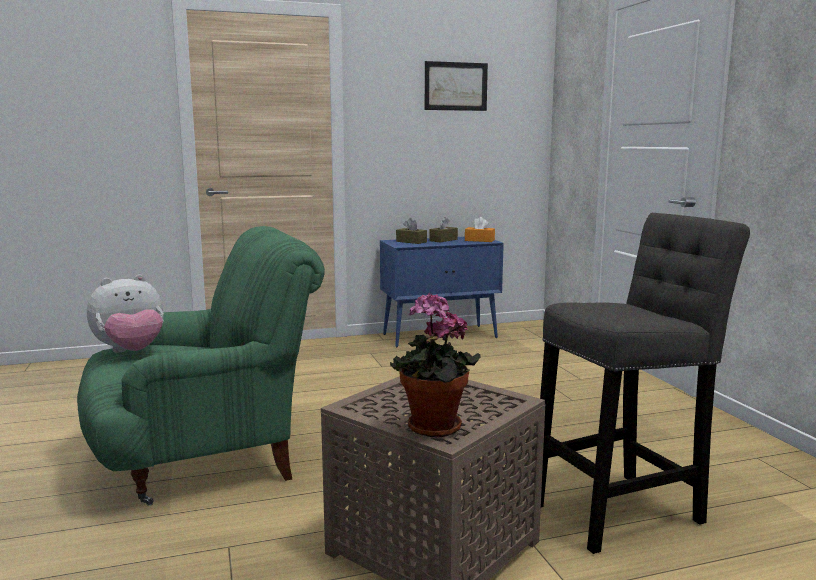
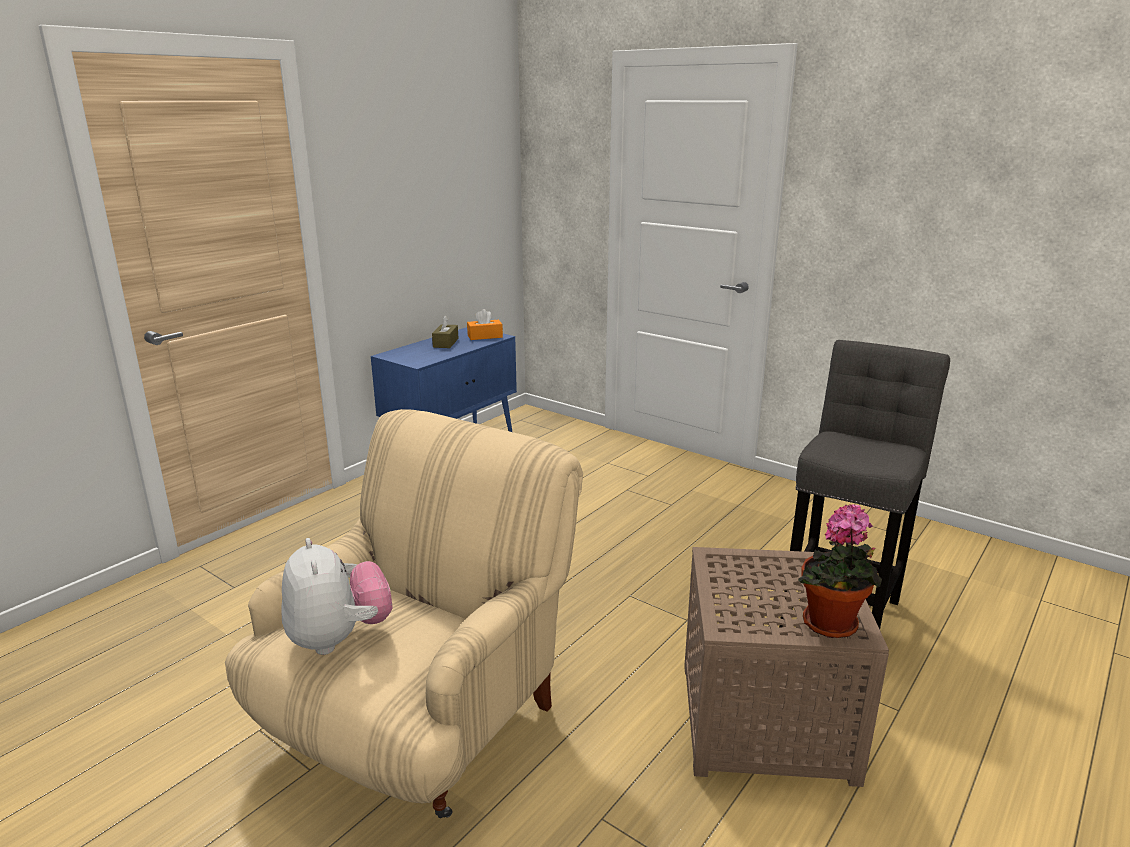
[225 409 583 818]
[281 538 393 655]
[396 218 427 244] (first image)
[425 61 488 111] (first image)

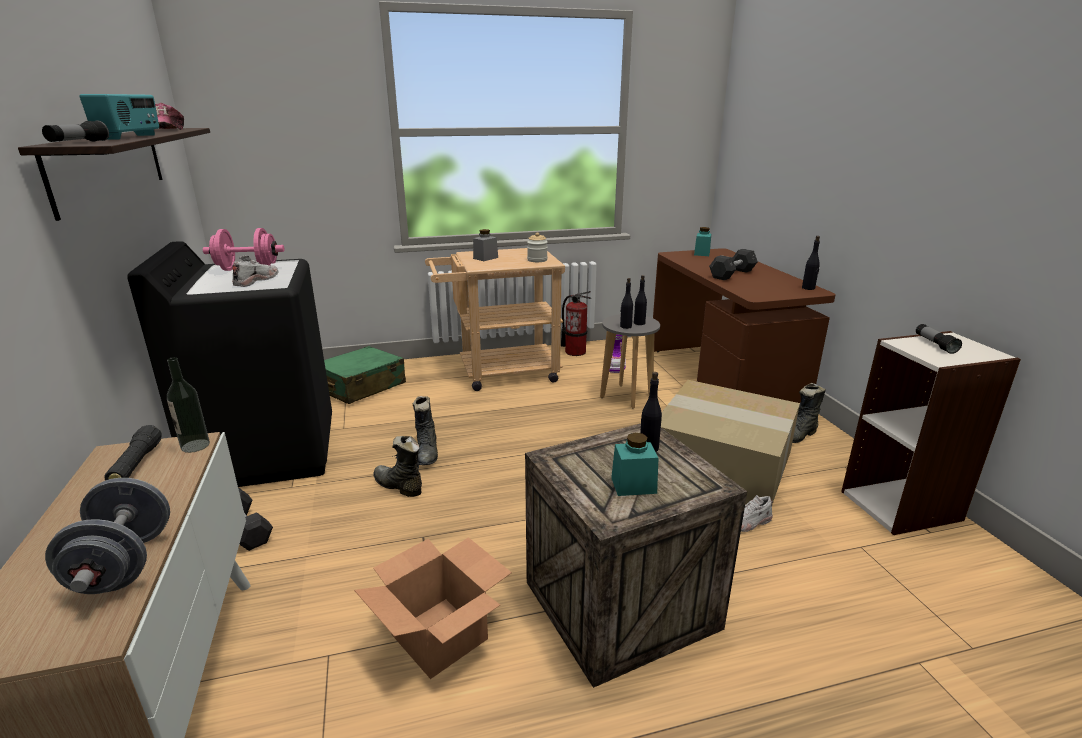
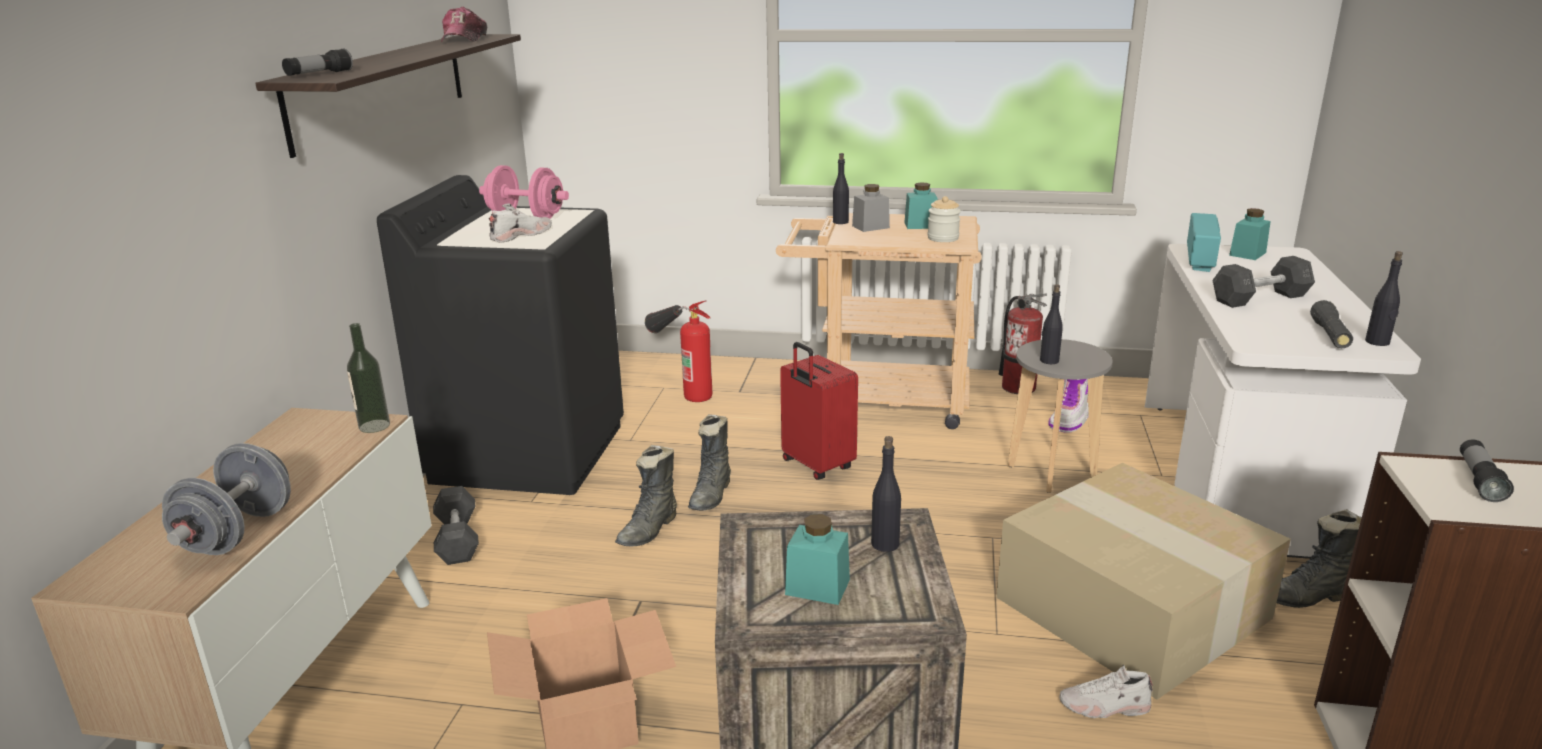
[615 445 677 547]
[645 300 712 402]
[780 342 858 480]
[833 153 849 224]
[904 182 937 229]
[1145 244 1421 559]
[1187 213 1221 272]
[1310 300 1353 348]

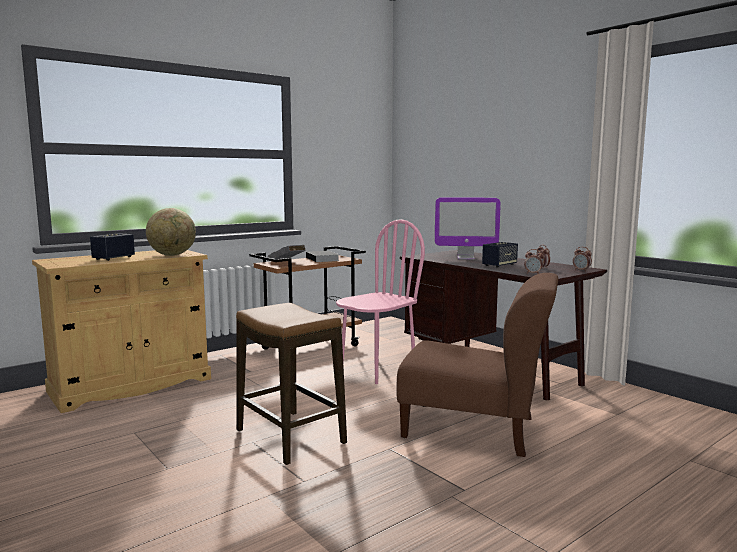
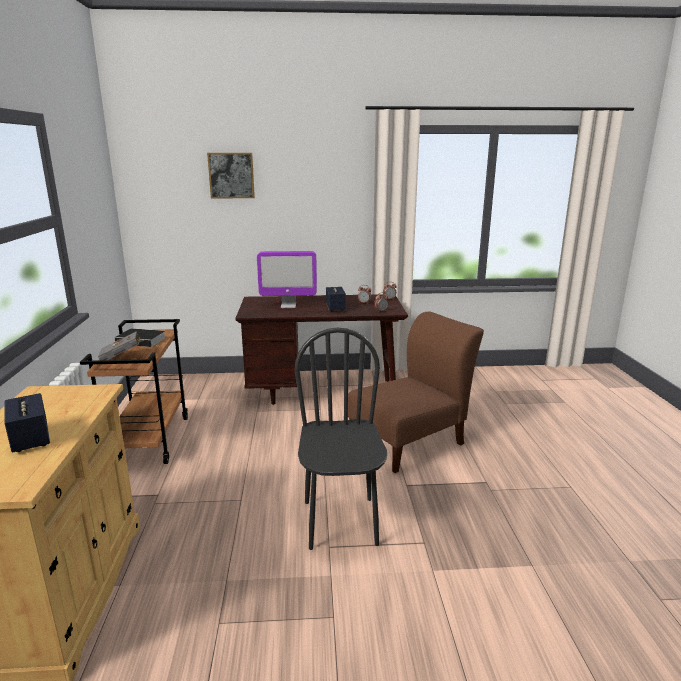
[207 153 255 198]
[257 251 317 308]
[295 328 387 550]
[146 208 196 256] (first image)
[336 219 425 384] (first image)

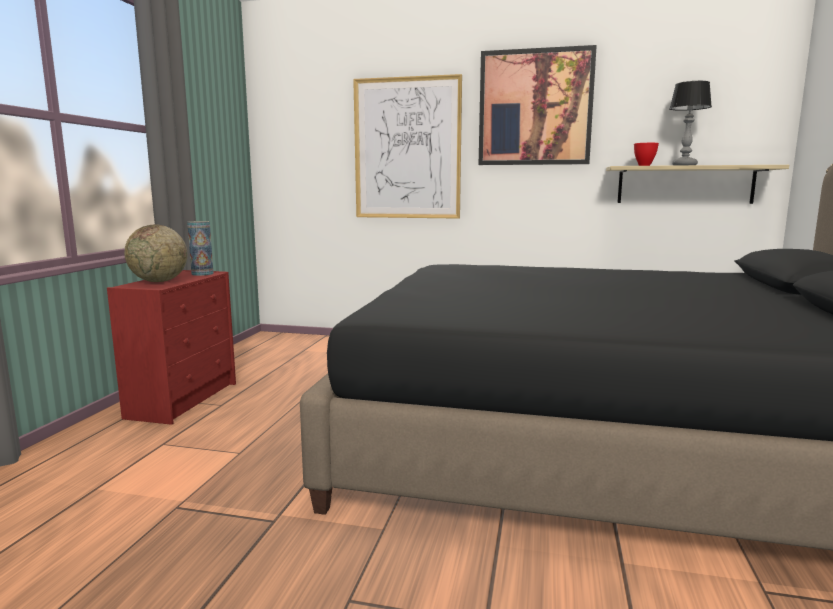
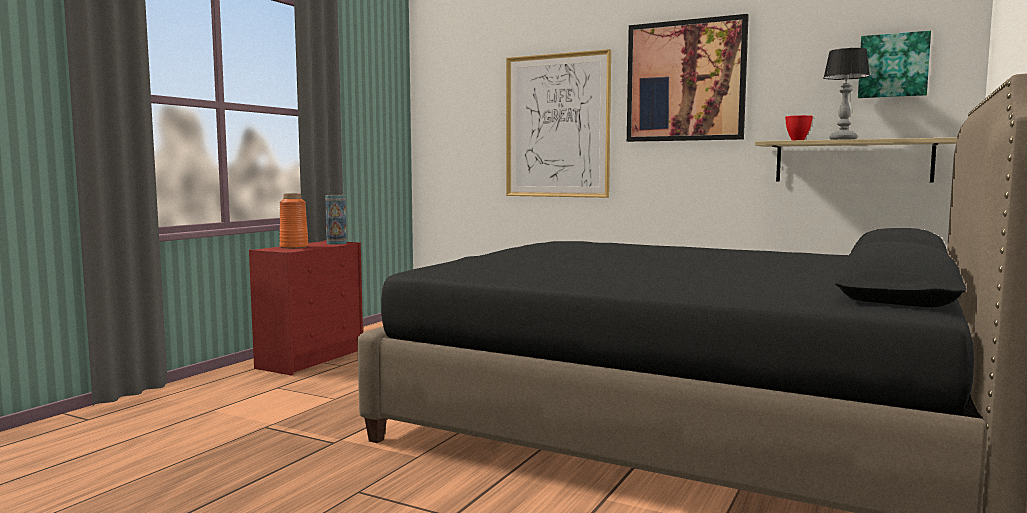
[280 193 309 249]
[858 31 931 98]

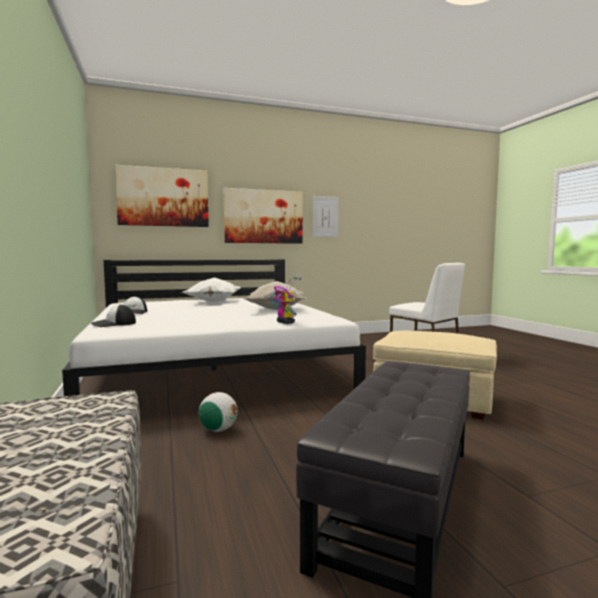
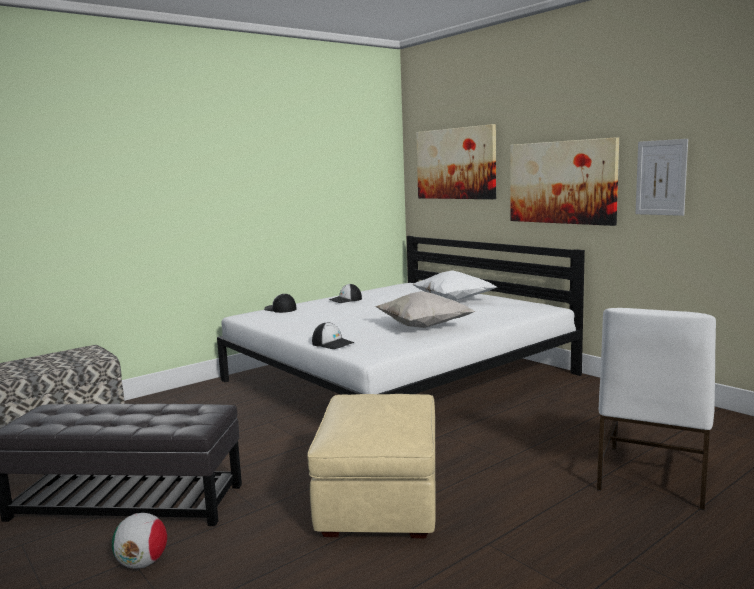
[112 513 167 569]
[312 322 354 349]

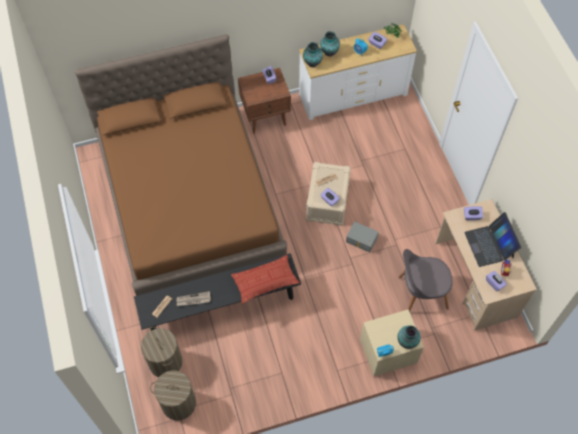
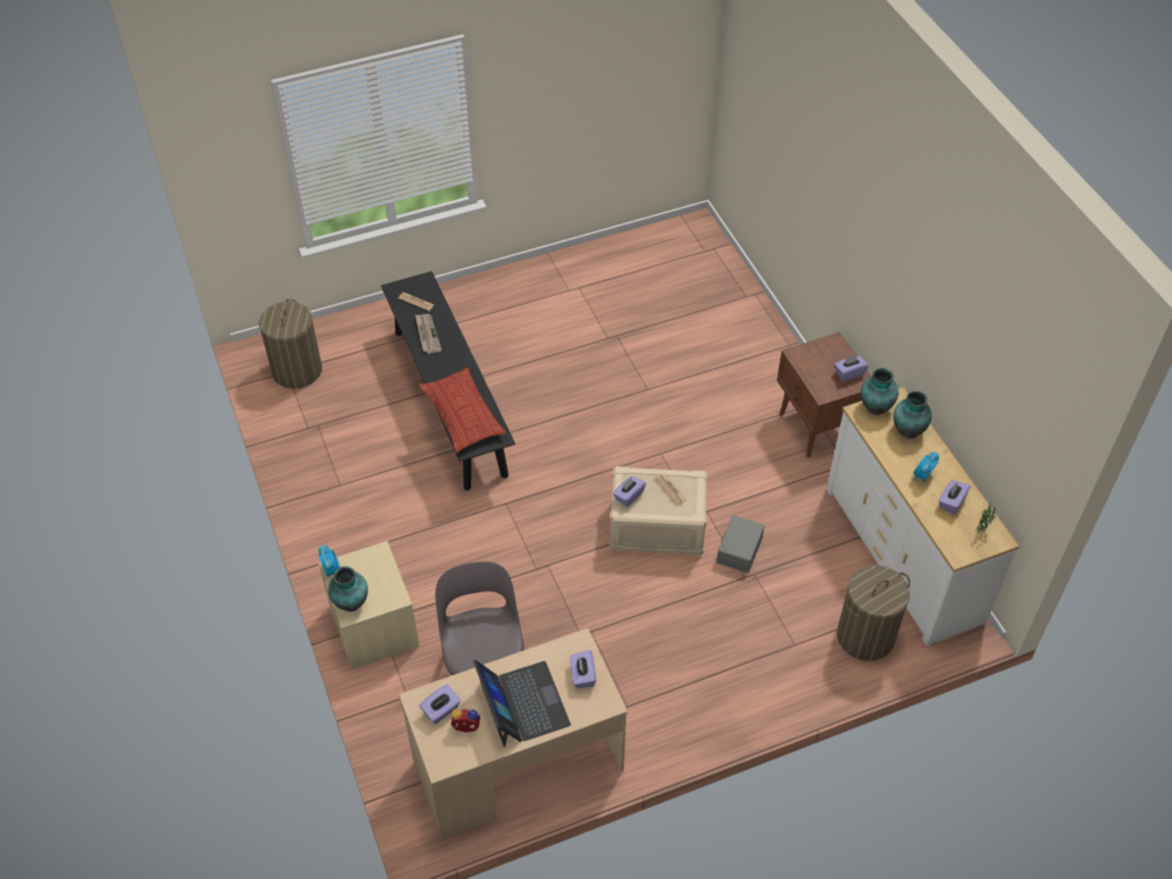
[473 659 571 747]
[716 515 764 573]
[837 565 910 661]
[75 34 287 296] (first image)

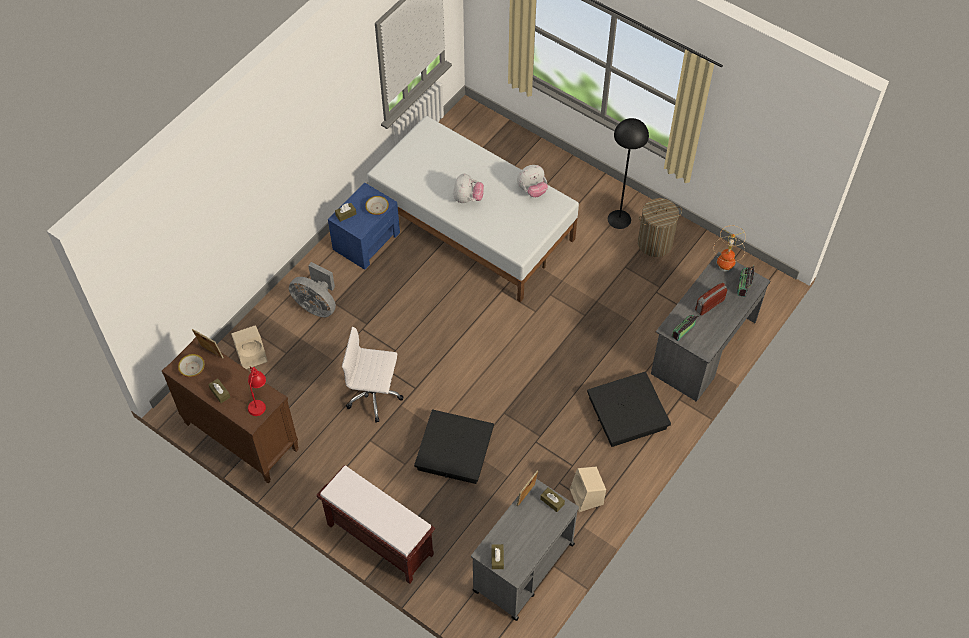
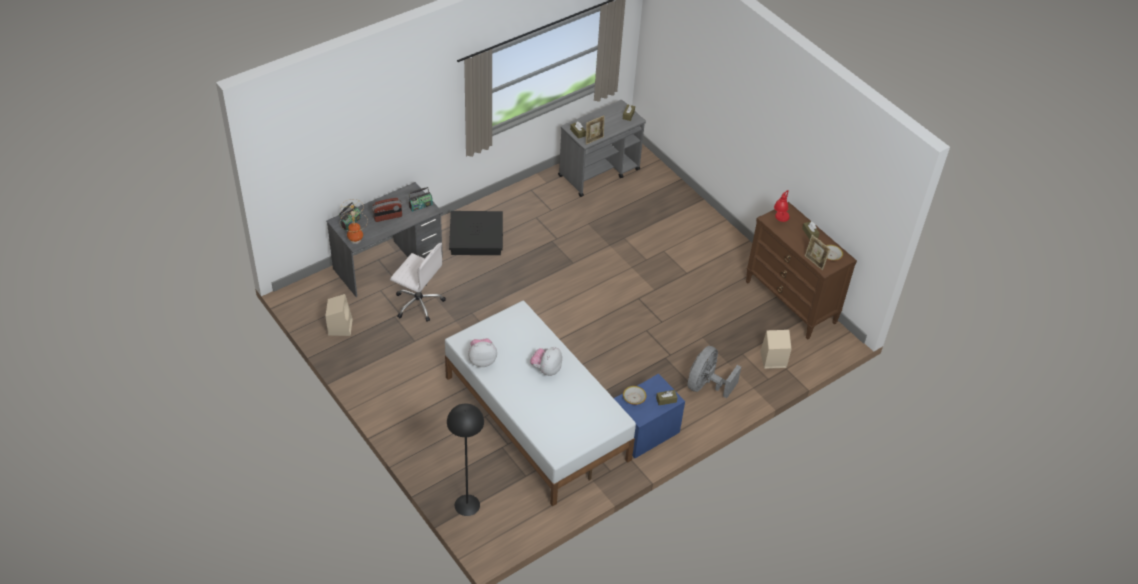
[326 294 353 336]
[390 243 446 322]
[447 403 484 516]
[687 346 741 398]
[317 465 435 584] (first image)
[414 409 494 484] (first image)
[638 198 682 257] (first image)

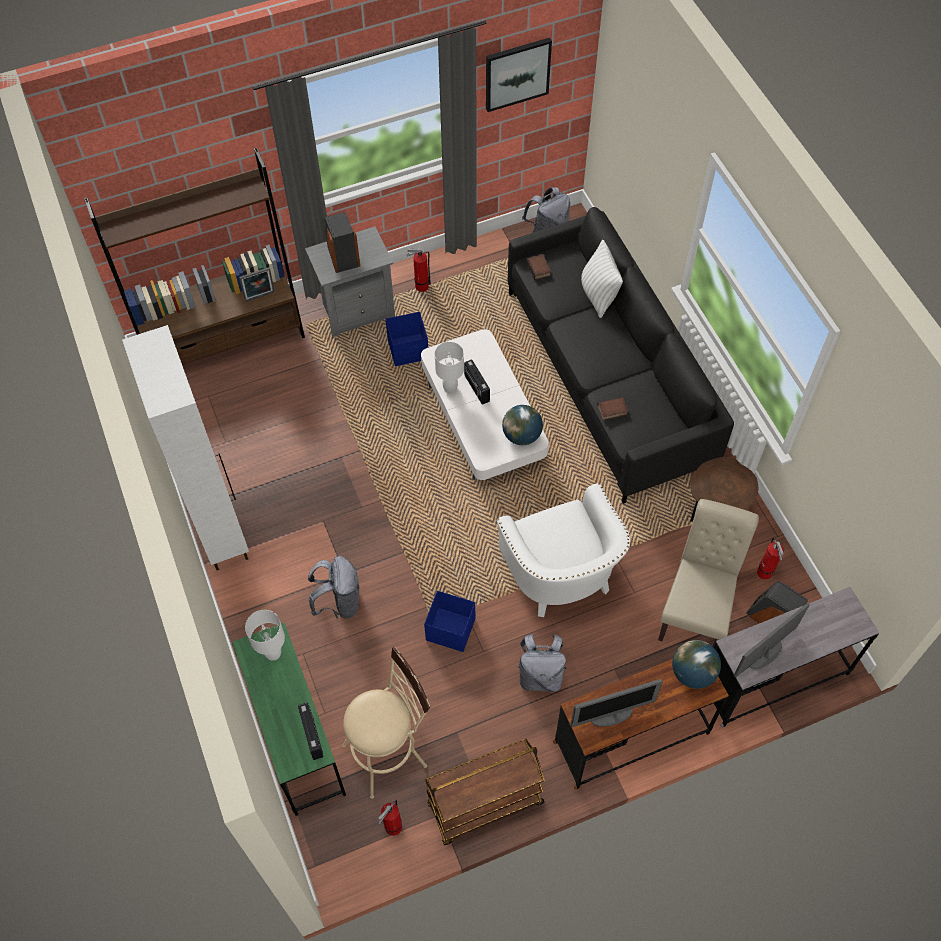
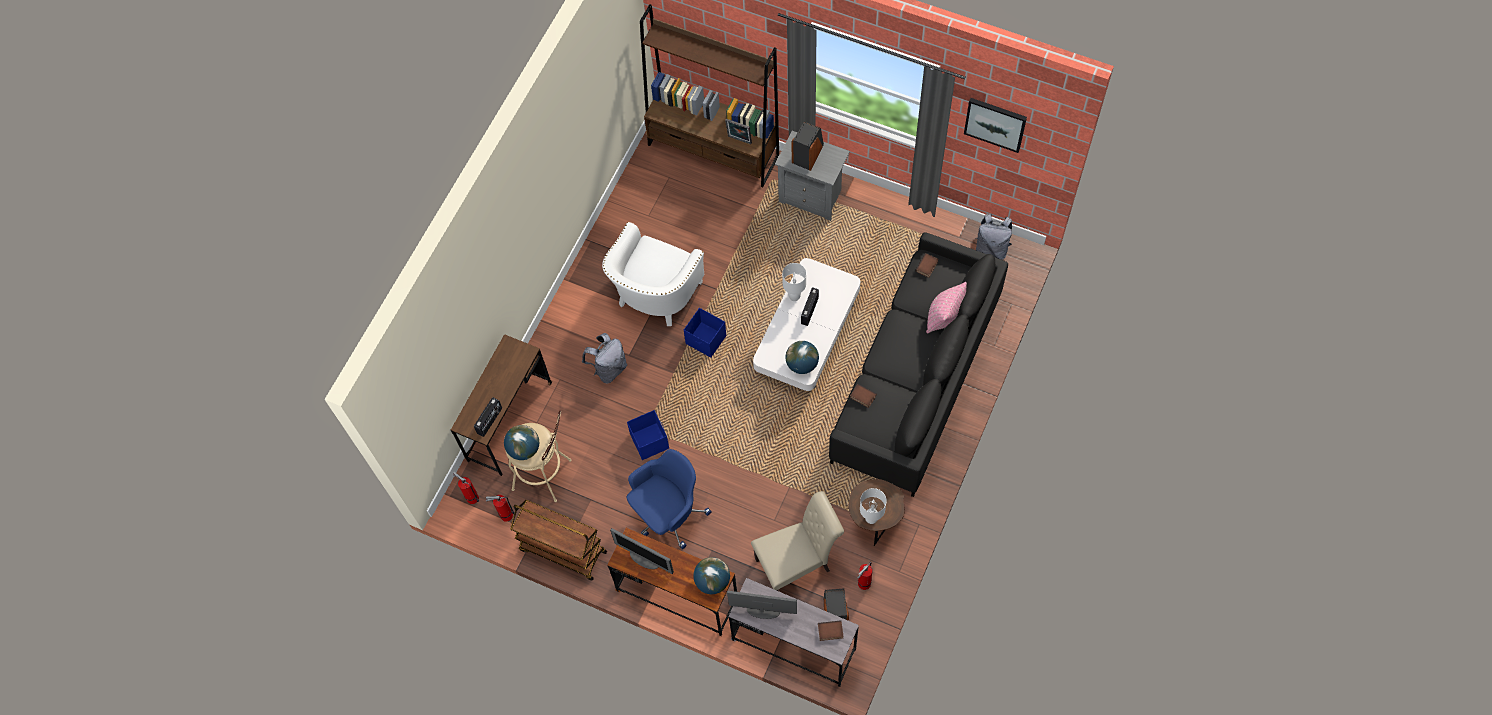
[451 334 552 476]
[453 472 479 504]
[504 425 539 460]
[602 222 704 326]
[627 449 712 549]
[684 308 726 358]
[818 620 844 641]
[860 488 887 524]
[926 282 967 333]
[122 325 249 570] (first image)

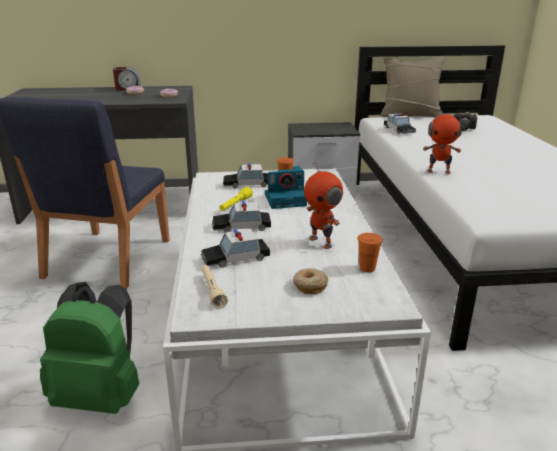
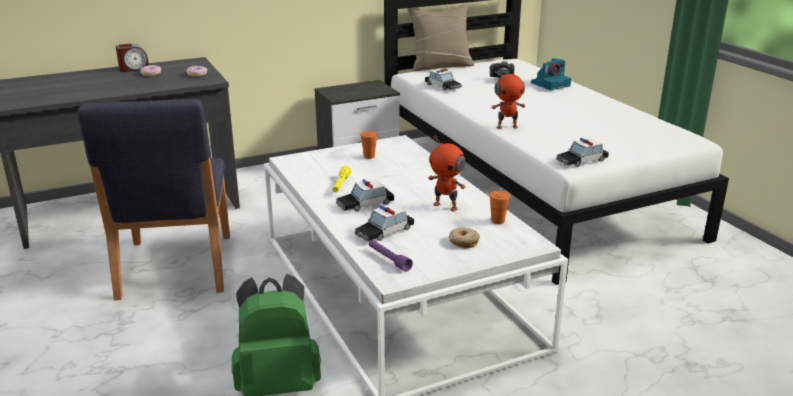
[369 240 413 272]
[531 58 571 90]
[556 138 609 167]

